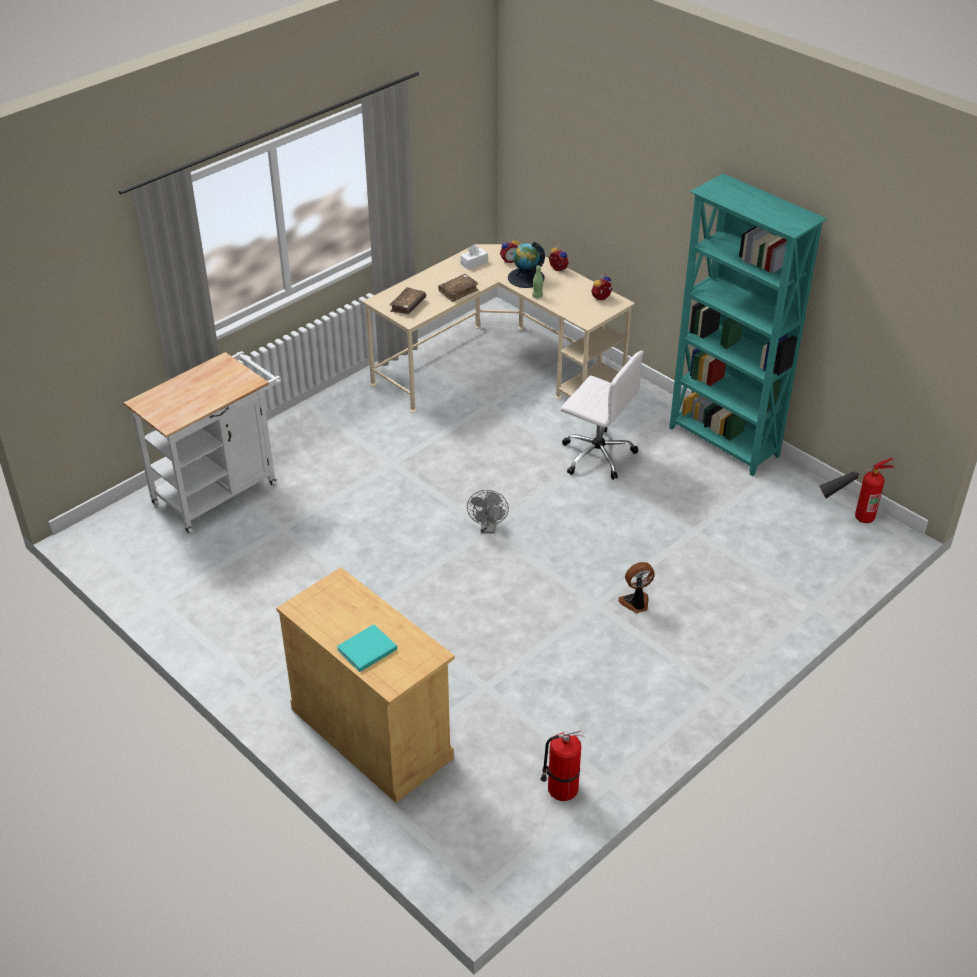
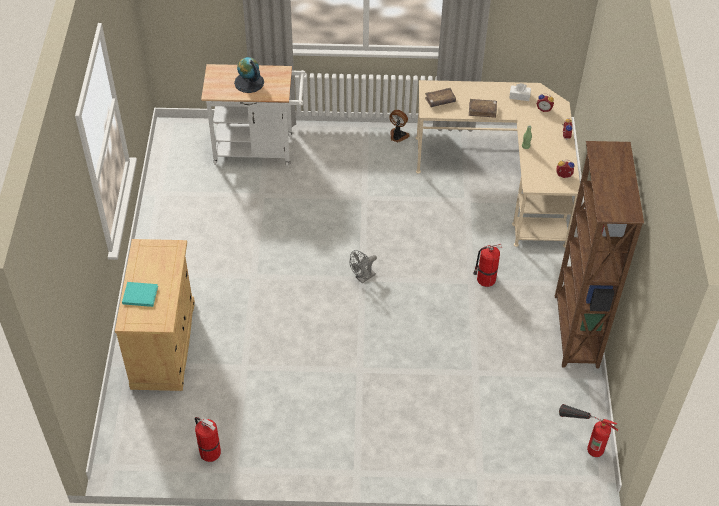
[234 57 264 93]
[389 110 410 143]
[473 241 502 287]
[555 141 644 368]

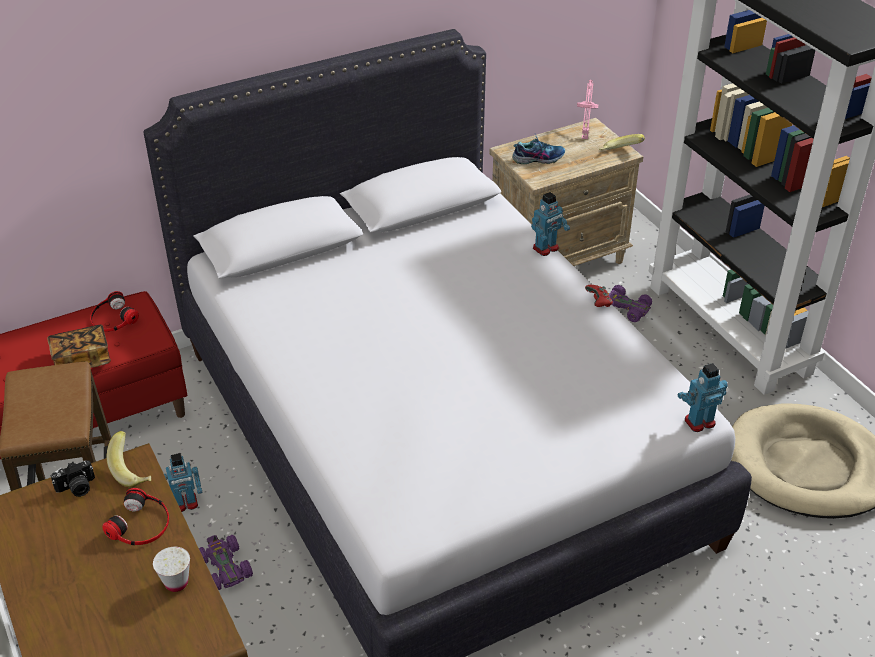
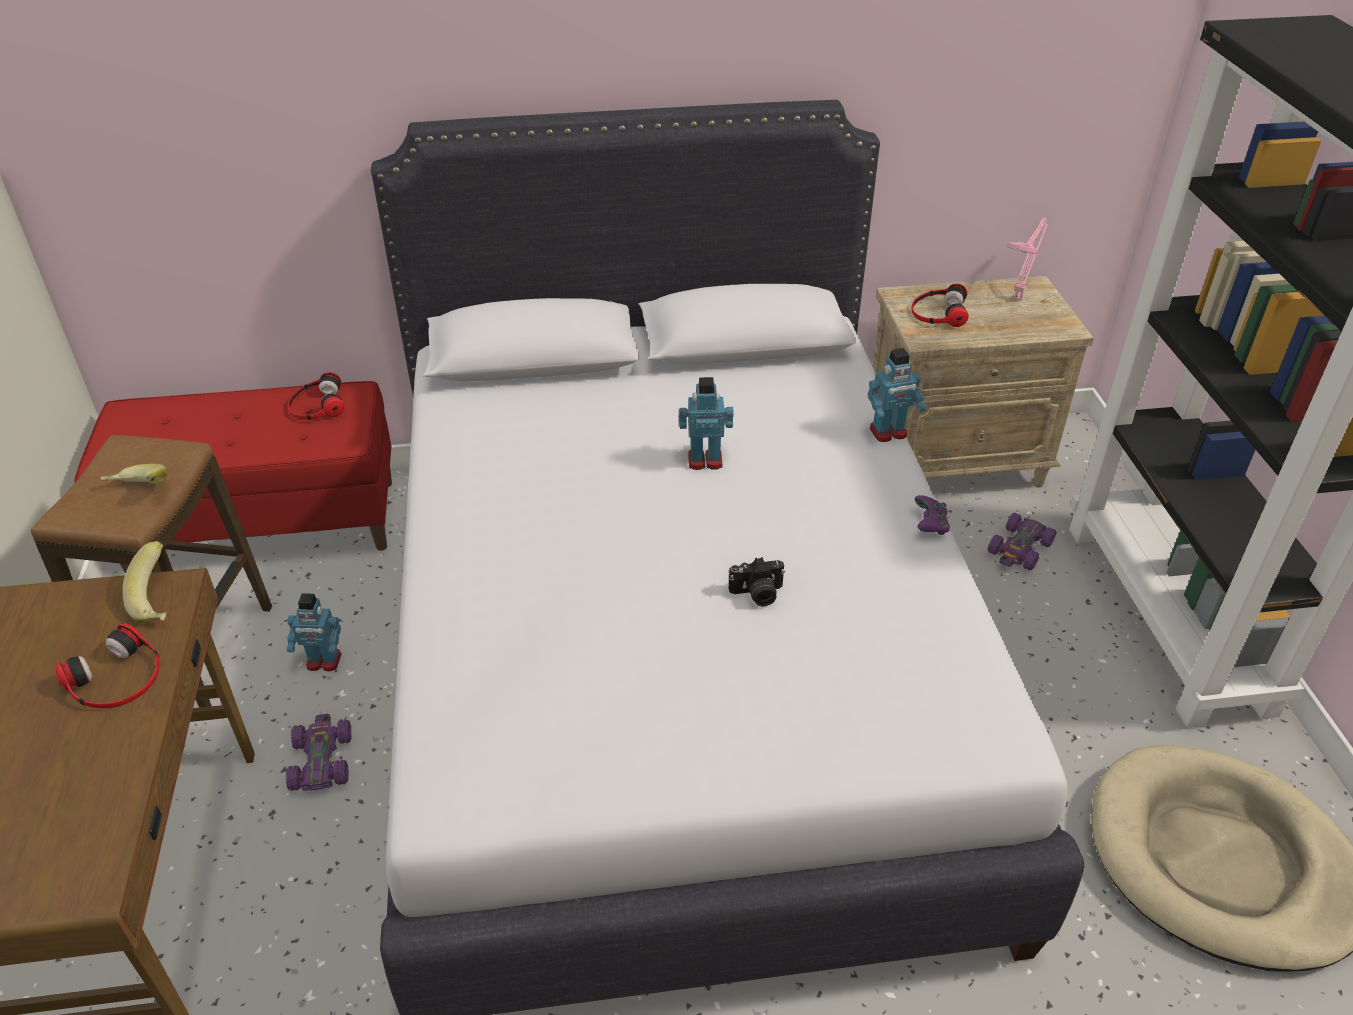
[101 464 168 483]
[679 377 733 470]
[729 557 785 606]
[912 283 969 327]
[915 495 950 535]
[987 513 1057 570]
[47 325 111 368] (first image)
[153 547 190 592] (first image)

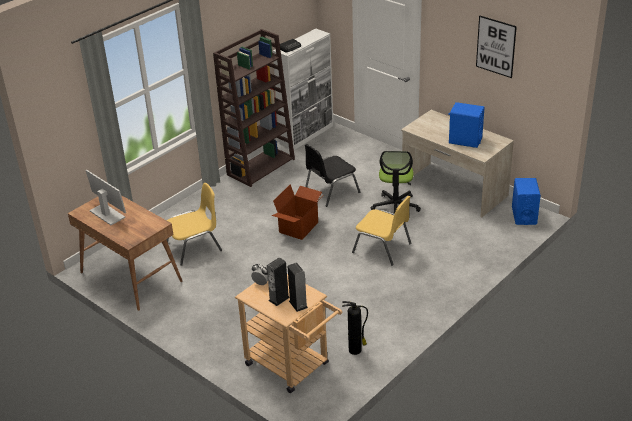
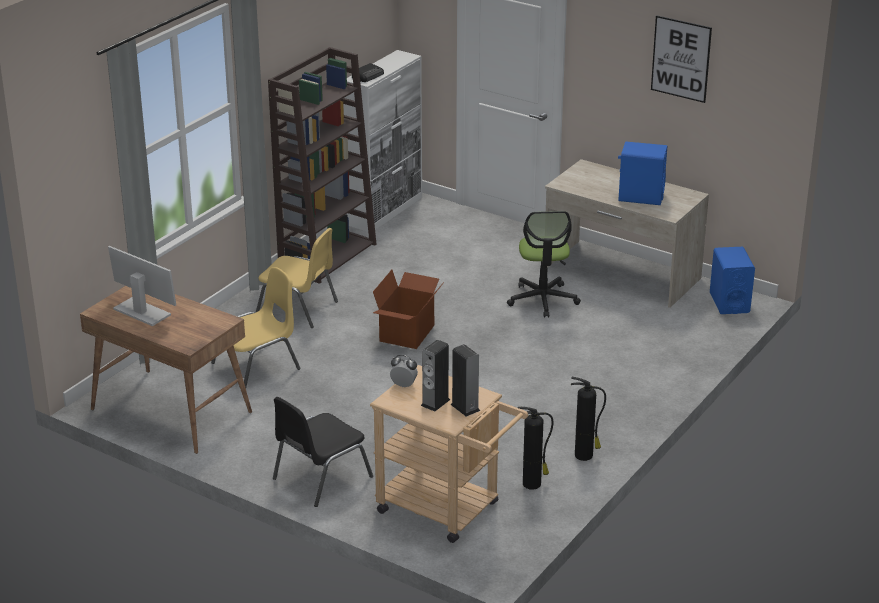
[255 228 338 328]
[273 397 373 507]
[571 377 606 461]

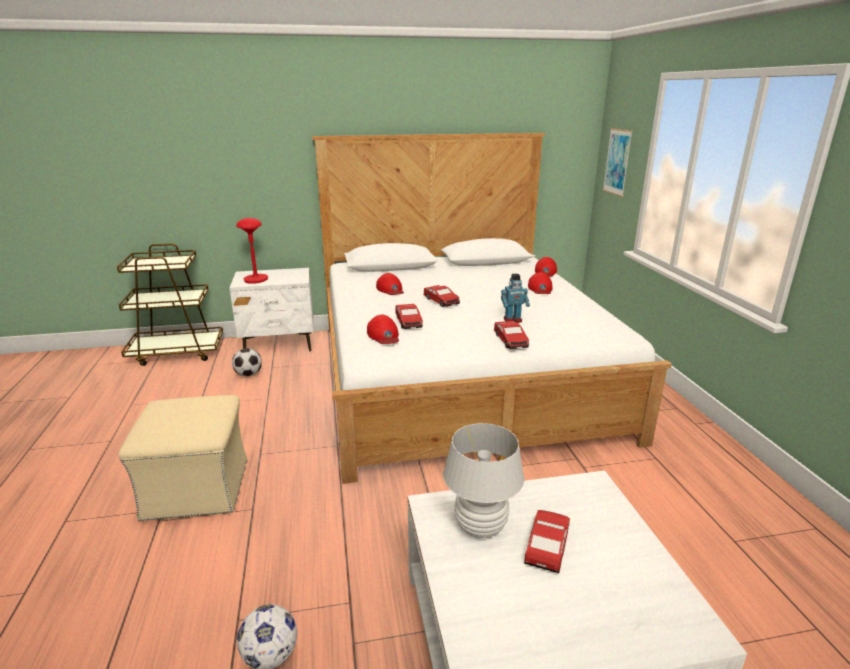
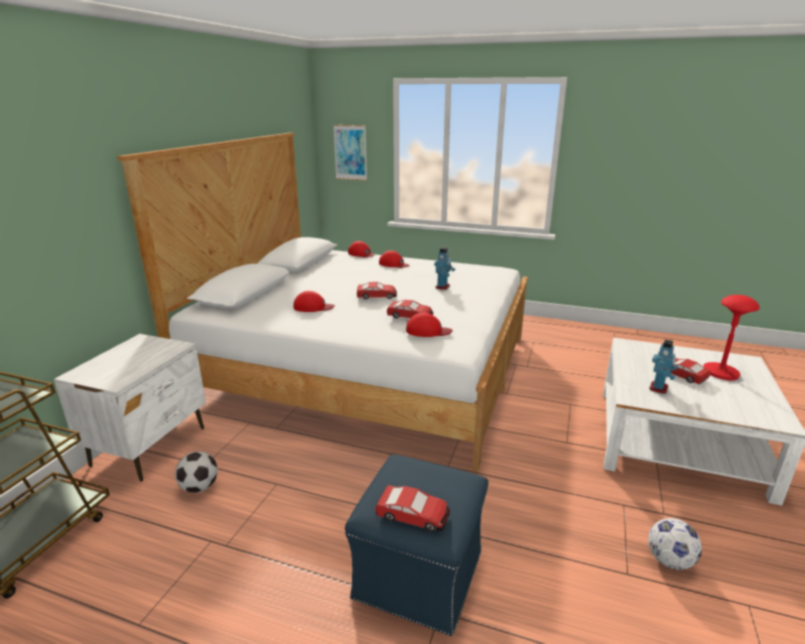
[345 454 488 636]
[375 485 450 532]
[649 339 678 394]
[703 295 760 380]

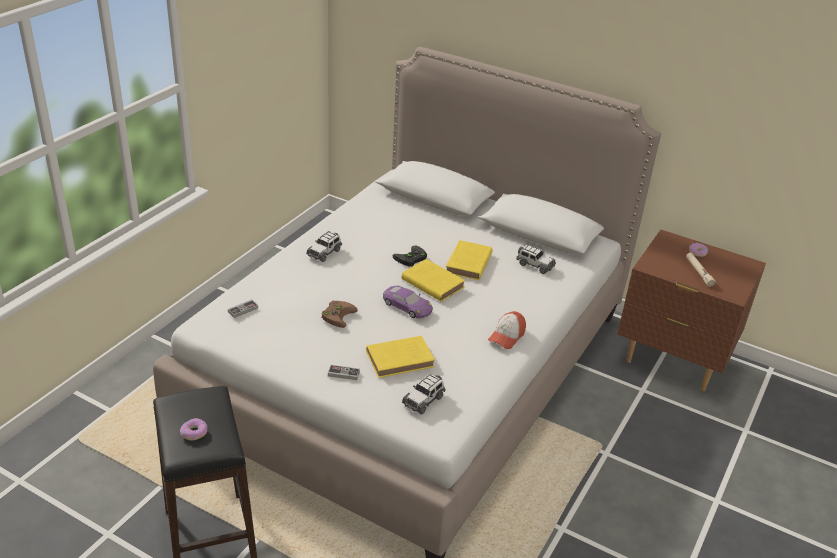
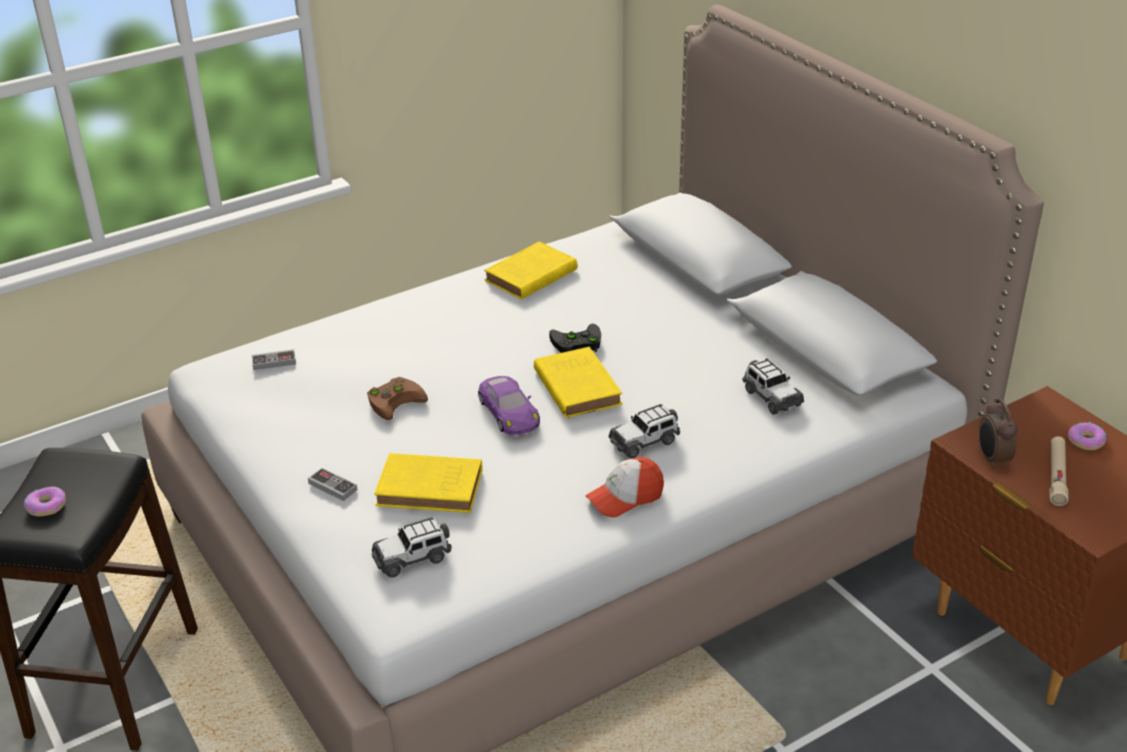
[484 241 577 299]
[608 404 681 459]
[979 399 1018 469]

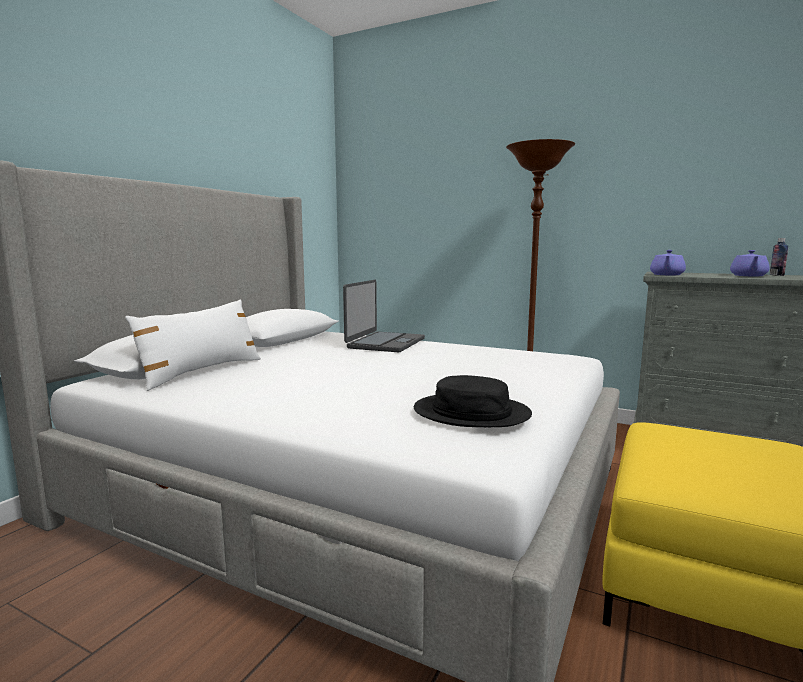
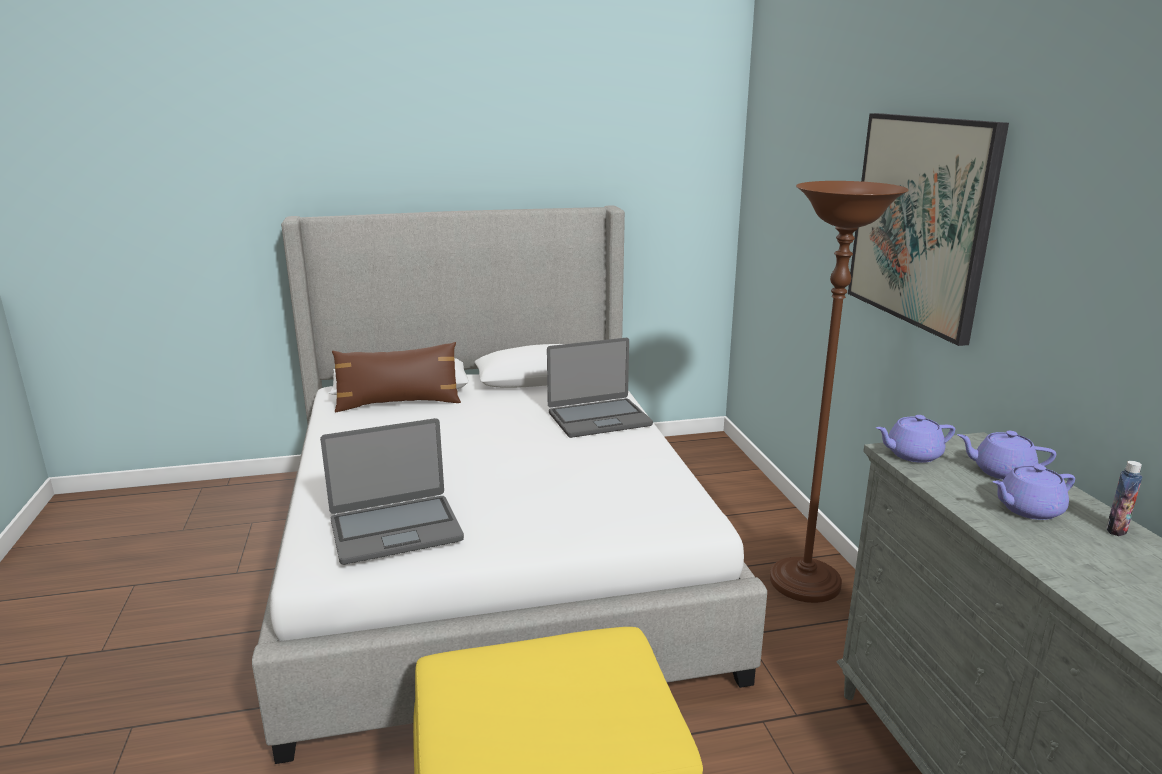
[320 418 464 565]
[332 342 461 413]
[848 113 1009 346]
[957 431 1056 480]

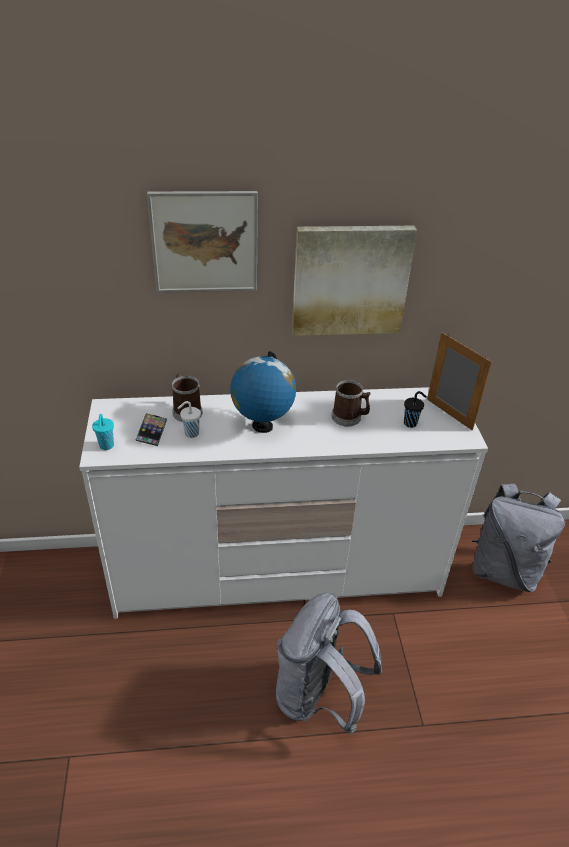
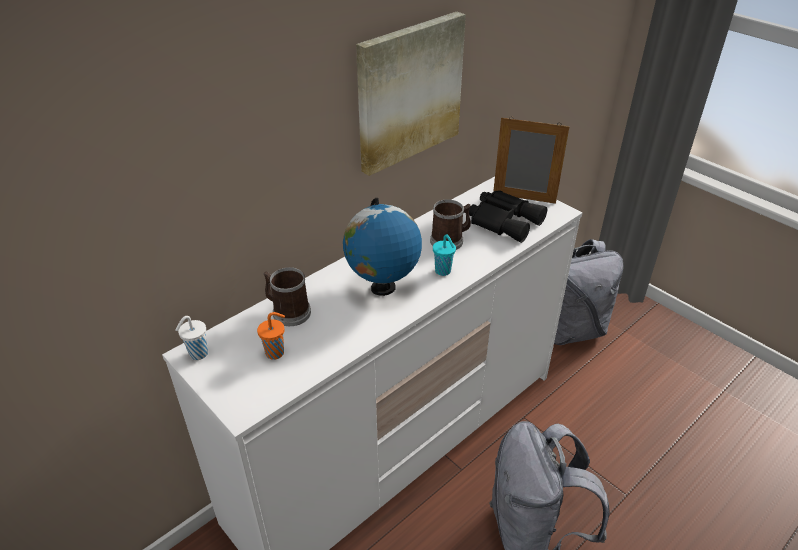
[175 316 208 360]
[257 312 285 360]
[433 234 456 276]
[469 190 547 243]
[147 191 258 293] (first image)

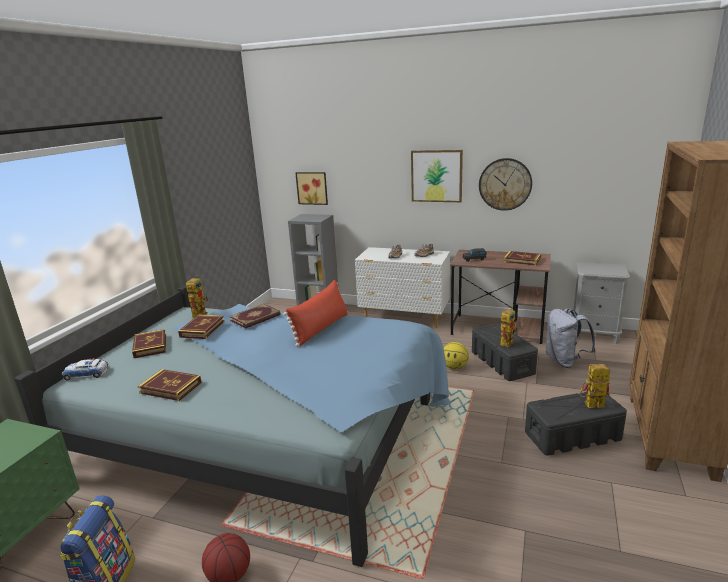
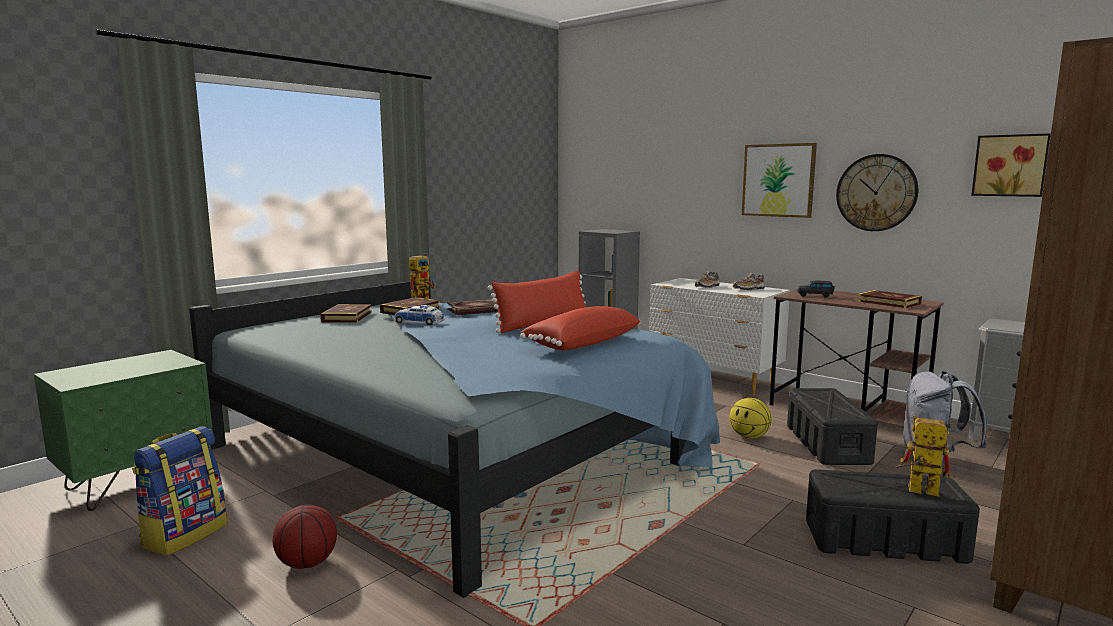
[395 305 445 325]
[520 306 641 351]
[971 133 1051 197]
[138 369 202 401] (first image)
[500 307 518 347] (first image)

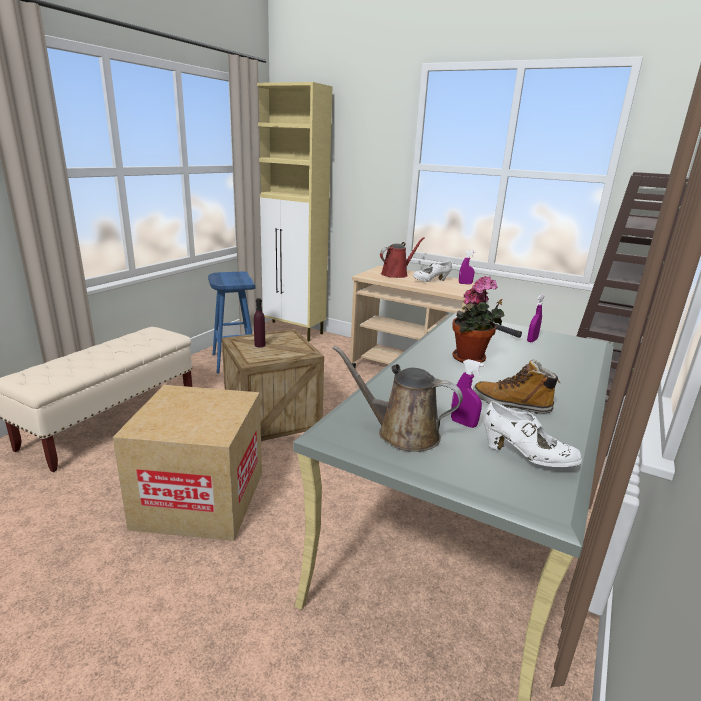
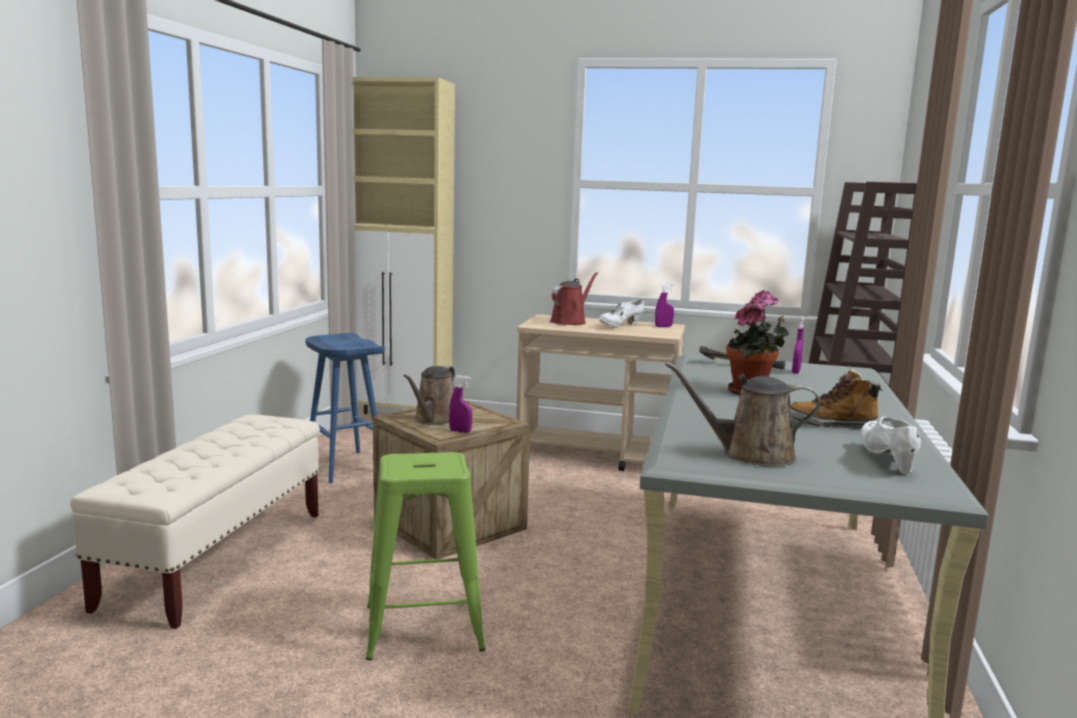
[366 452 486 660]
[404 366 455 425]
[449 375 472 433]
[861 417 921 474]

